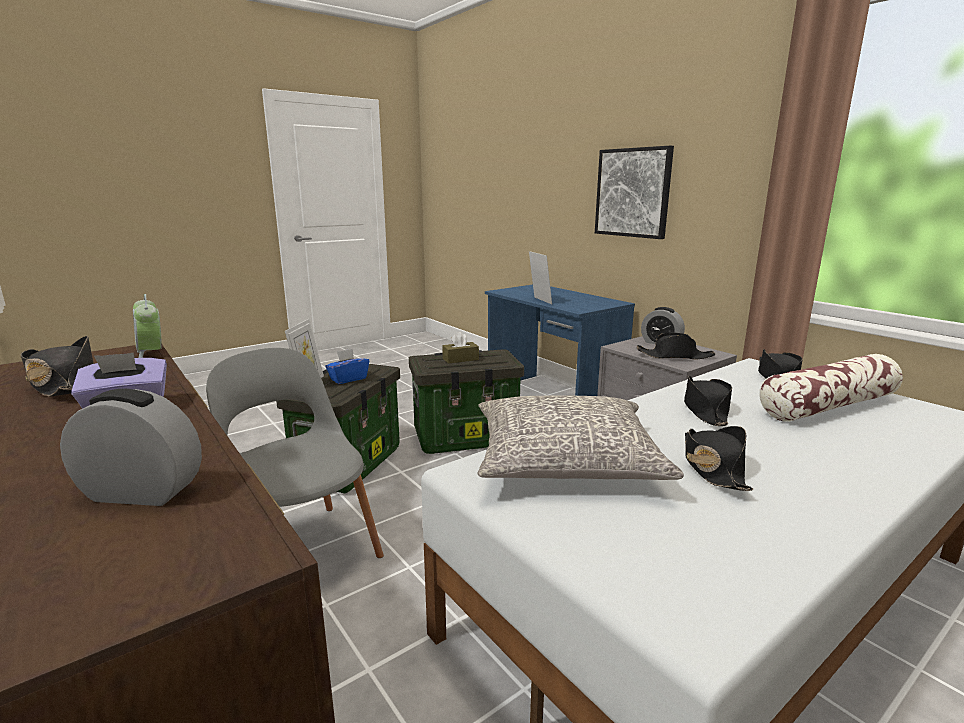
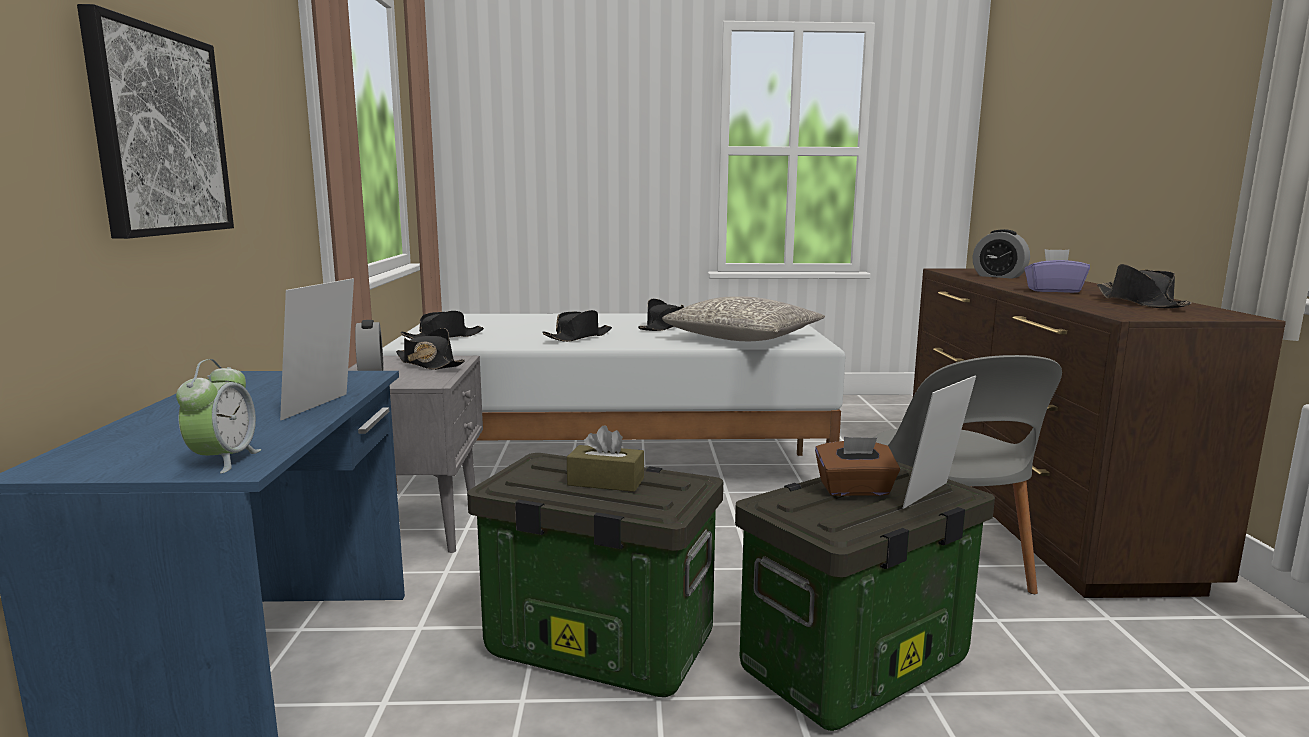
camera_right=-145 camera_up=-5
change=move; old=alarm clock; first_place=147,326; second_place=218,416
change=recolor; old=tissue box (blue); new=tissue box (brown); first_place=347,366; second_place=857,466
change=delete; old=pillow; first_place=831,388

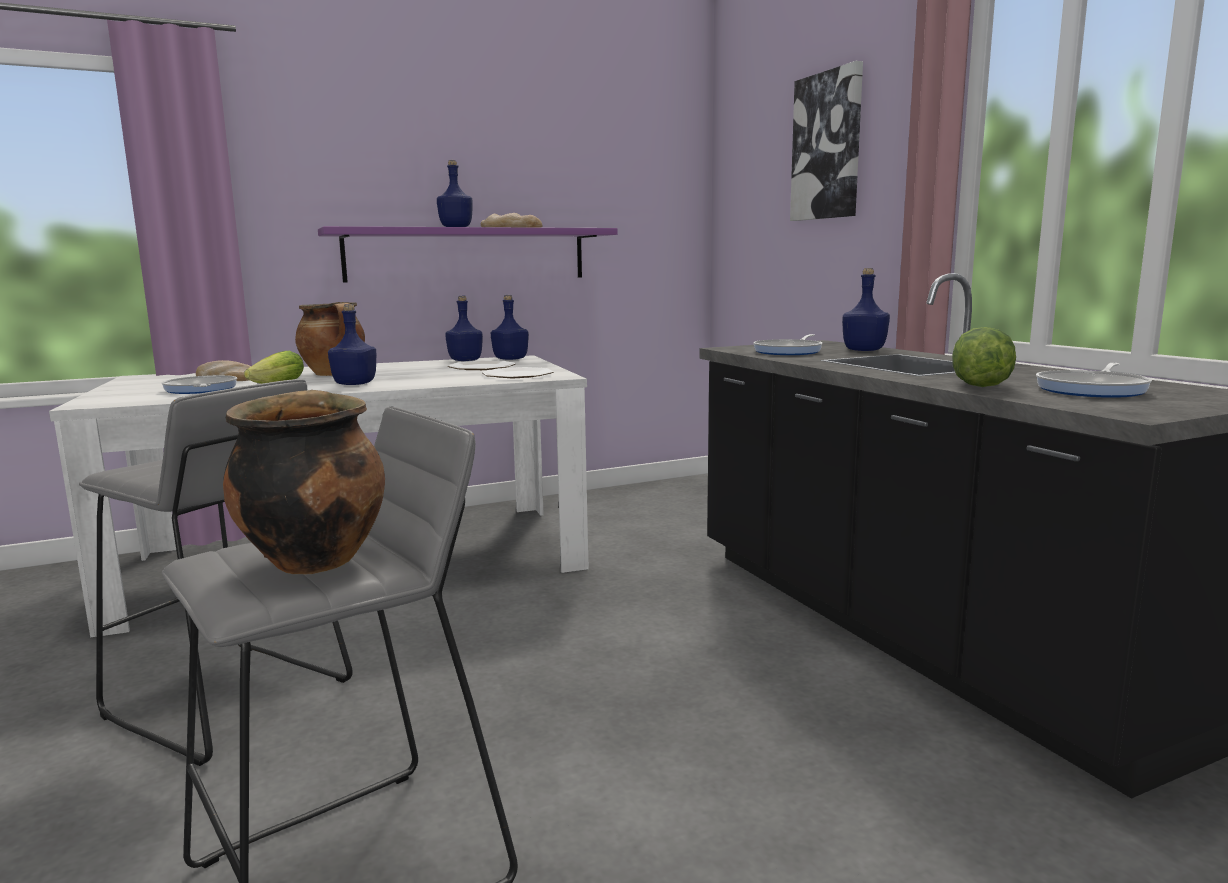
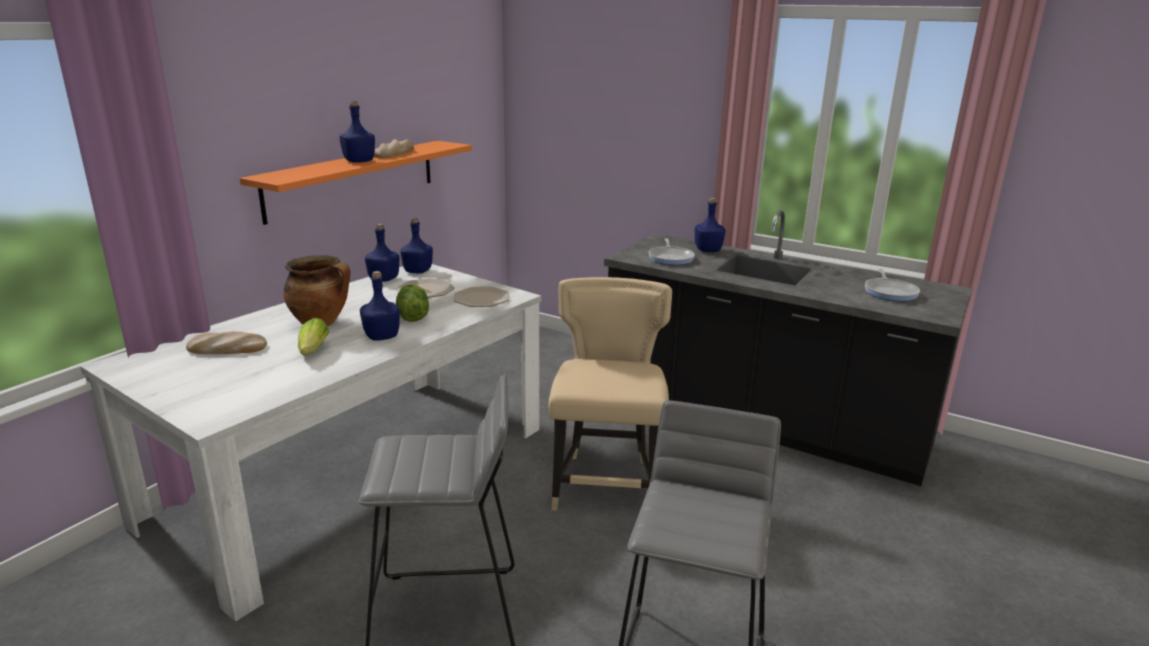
camera_right=-35 camera_up=10
change=delete; old=frying pan; first_place=199,384
change=delete; old=cooking pot; first_place=304,482
change=recolor; old=shelf (purple); new=shelf (orange); first_place=468,254; second_place=356,183
change=delete; old=picture; first_place=826,141
change=move; old=lettuce; first_place=984,357; second_place=412,303
change=insert; new=chair (beige); second_place=610,394

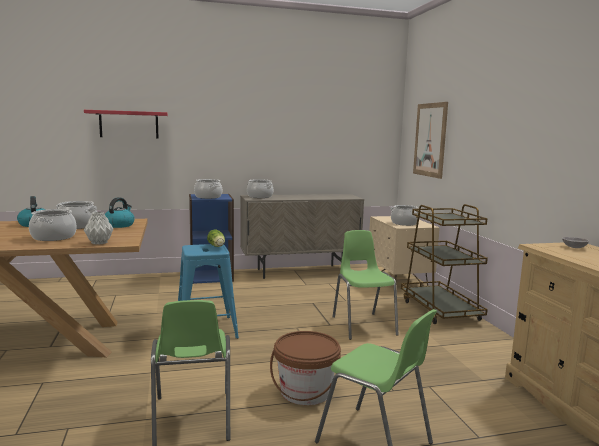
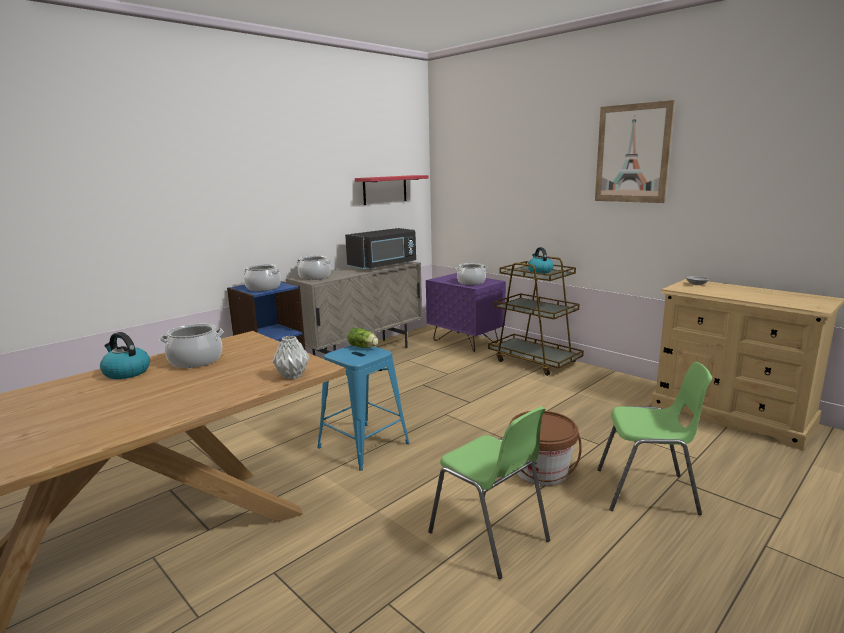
camera_right=-30 camera_up=5
change=delete; old=cooking pot; first_place=53,225
change=move; old=shelf (red); first_place=126,124; second_place=392,190
change=move; old=kettle; first_place=119,212; second_place=541,260
change=delete; old=chair (green); first_place=365,285
change=recolor; old=nightstand (beige); new=nightstand (purple); first_place=404,251; second_place=466,312
change=move; old=picture; first_place=430,140; second_place=635,151
change=insert; new=microwave (black); second_place=380,249

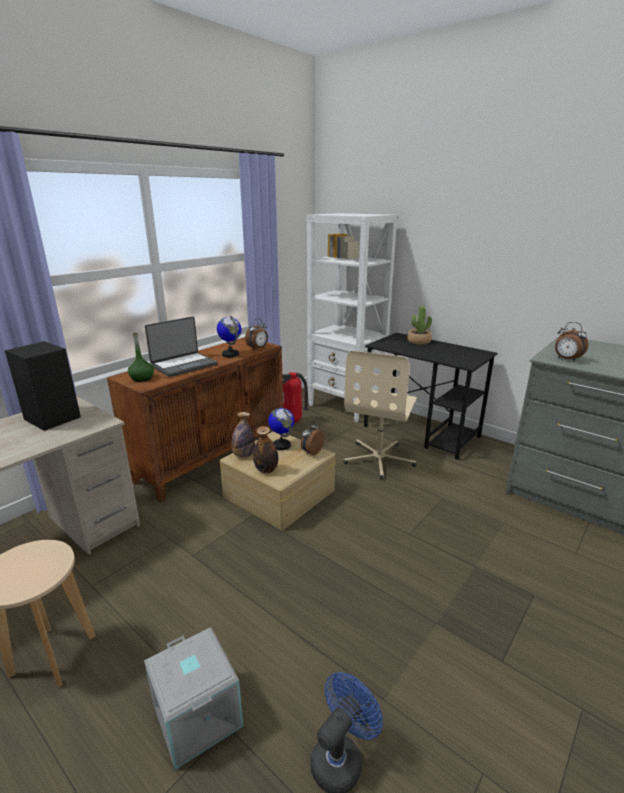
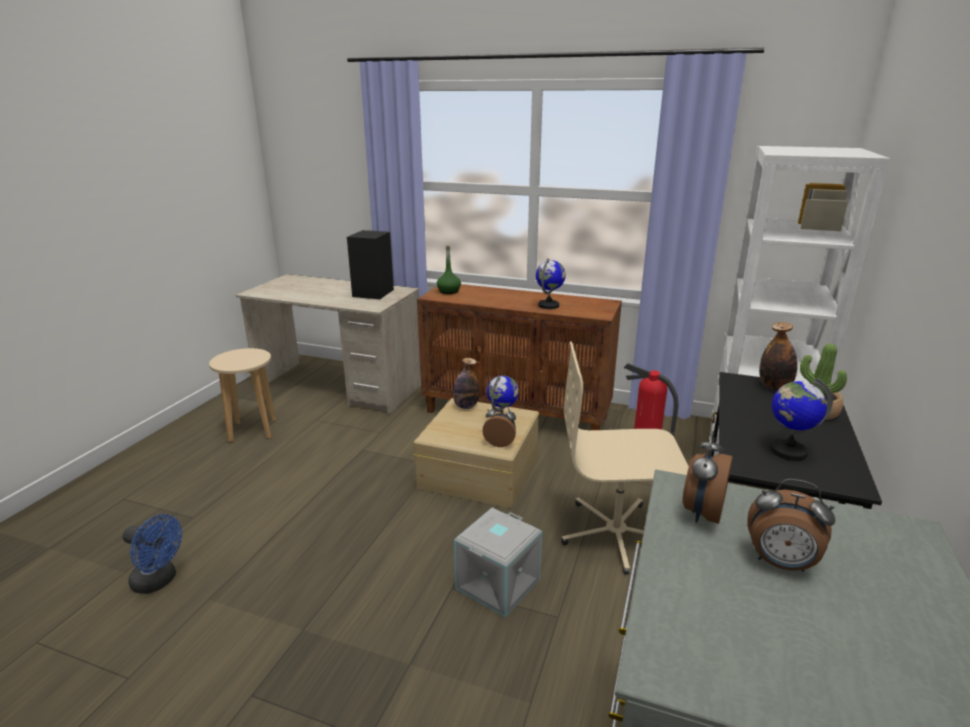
camera_right=70 camera_up=0
change=move; old=storage box (grey); first_place=193,698; second_place=498,563
change=delete; old=laptop; first_place=181,346
change=move; old=alarm clock; first_place=256,334; second_place=791,525
change=move; old=bottle; first_place=265,449; second_place=778,356
change=insert; new=globe; second_place=801,419

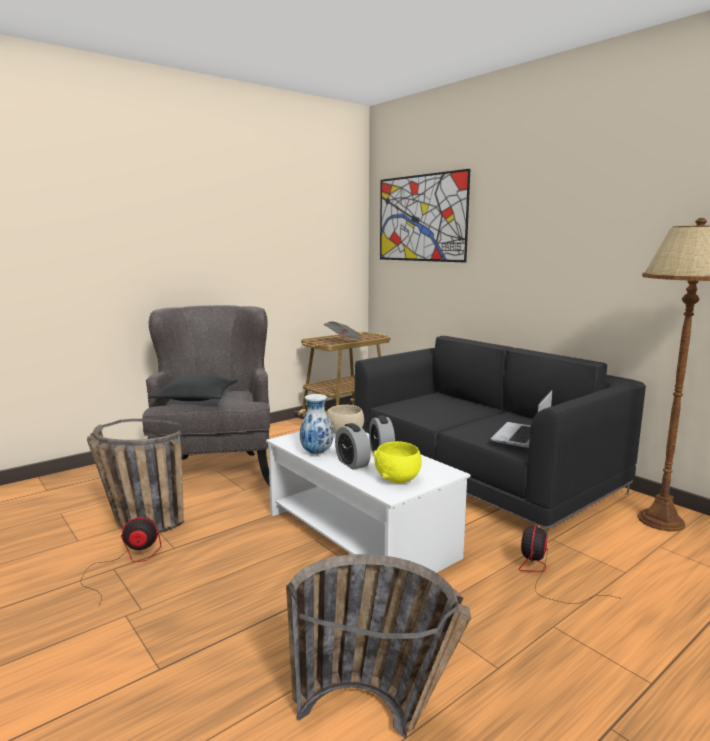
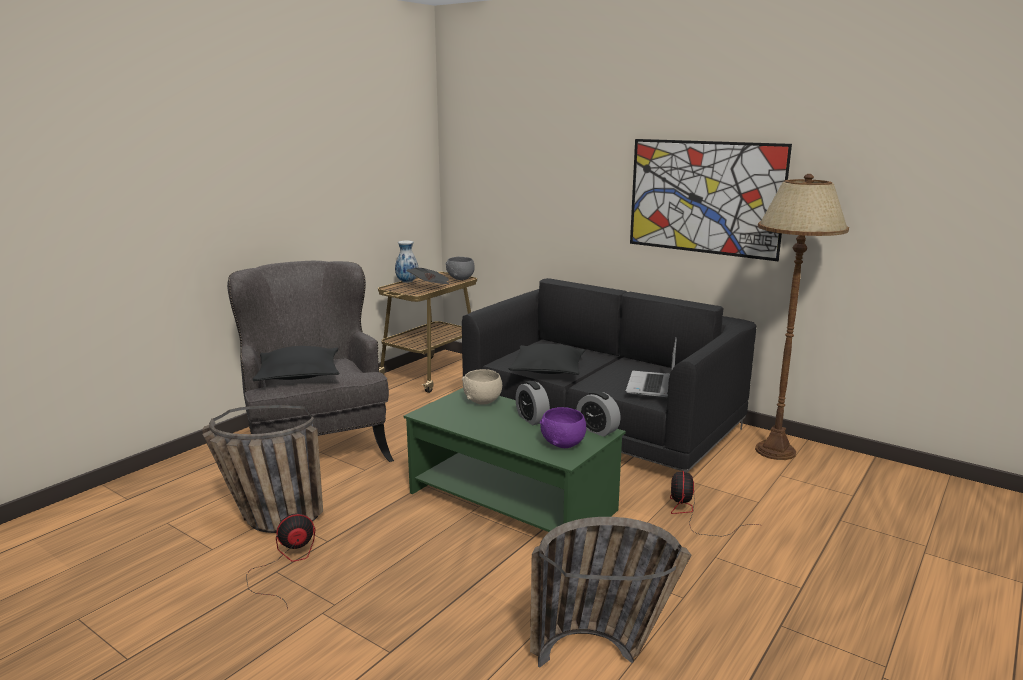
camera_right=-15 camera_up=5
change=recolor; old=coffee table (white); new=coffee table (green); first_place=368,502; second_place=515,460
change=move; old=vase; first_place=316,424; second_place=406,262
change=move; old=alarm clock; first_place=353,446; second_place=598,414
change=recolor; old=bowl (yellow); new=bowl (purple); first_place=397,462; second_place=563,427
change=move; old=picture; first_place=425,216; second_place=711,200
change=insert; new=bowl (grey); second_place=460,268
change=insert; new=pillow (black); second_place=546,359

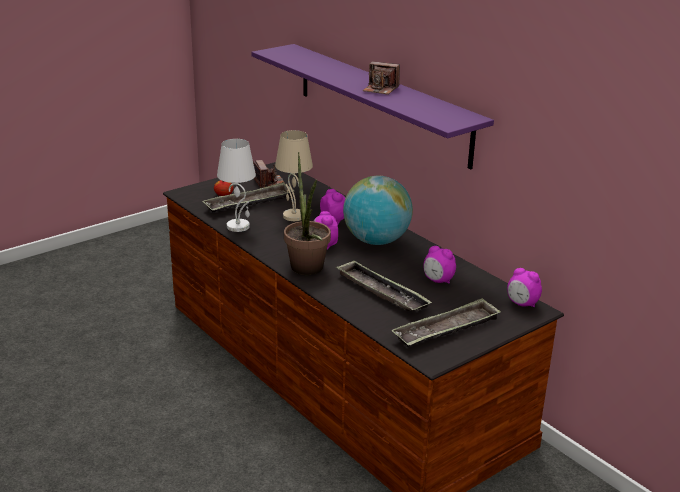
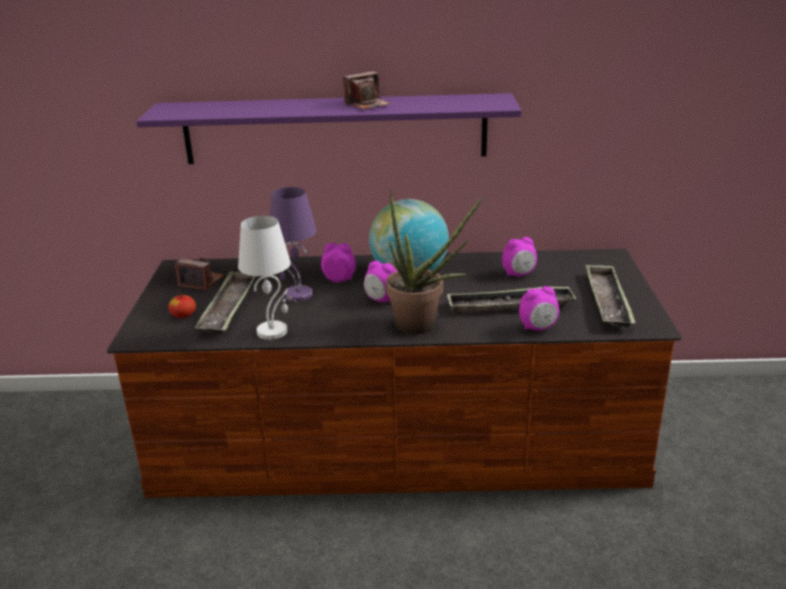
camera_right=-50 camera_up=0
change=recolor; old=table lamp (beige); new=table lamp (purple); first_place=294,175; second_place=293,244
change=move; old=alarm clock; first_place=524,287; second_place=539,308

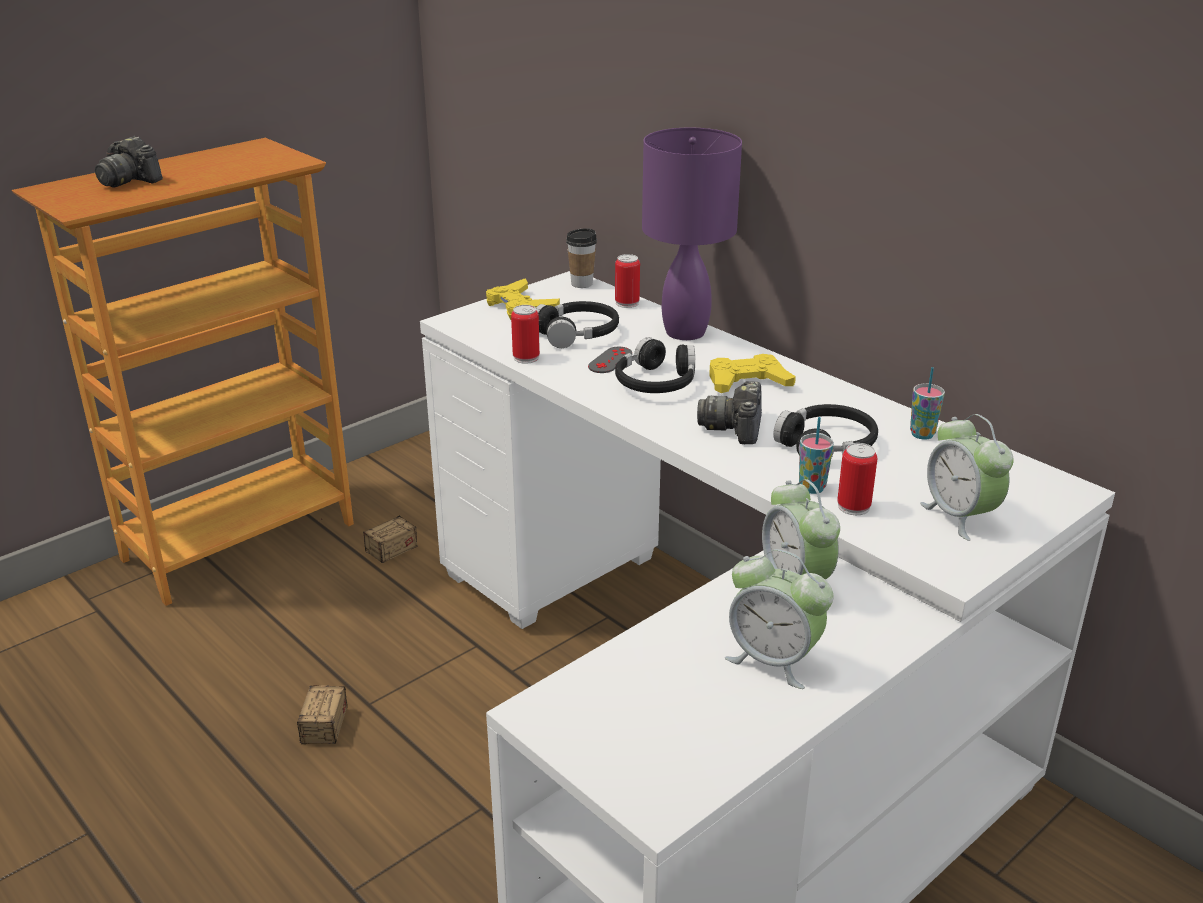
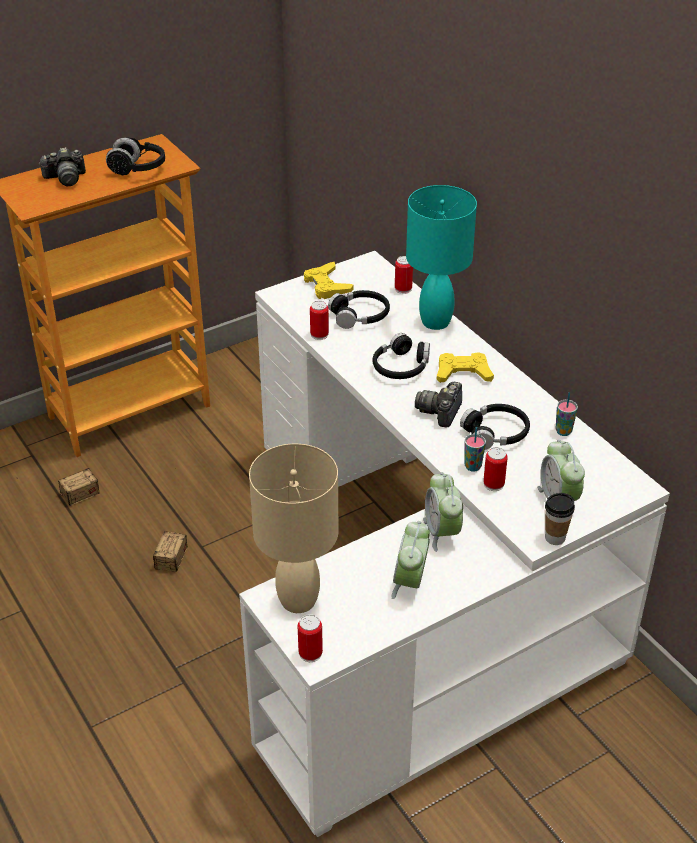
camera_right=10 camera_up=10
change=rotate; old=photo camera; first_place=129,162; second_place=62,166; degrees=-60
change=move; old=storage box; first_place=369,539; second_place=58,487
change=move; old=cup; first_place=581,258; second_place=560,519
change=delete; old=game controller (grey); first_place=610,360
change=recolor; old=table lamp (purple); new=table lamp (turquoise); first_place=692,234; second_place=441,257
change=rotate; old=alarm clock; first_place=779,619; second_place=411,560; degrees=60
change=insert; new=headphones (black); second_place=135,156
change=insert; new=table lamp (beige); second_place=293,528
change=insert; new=can; second_place=310,638

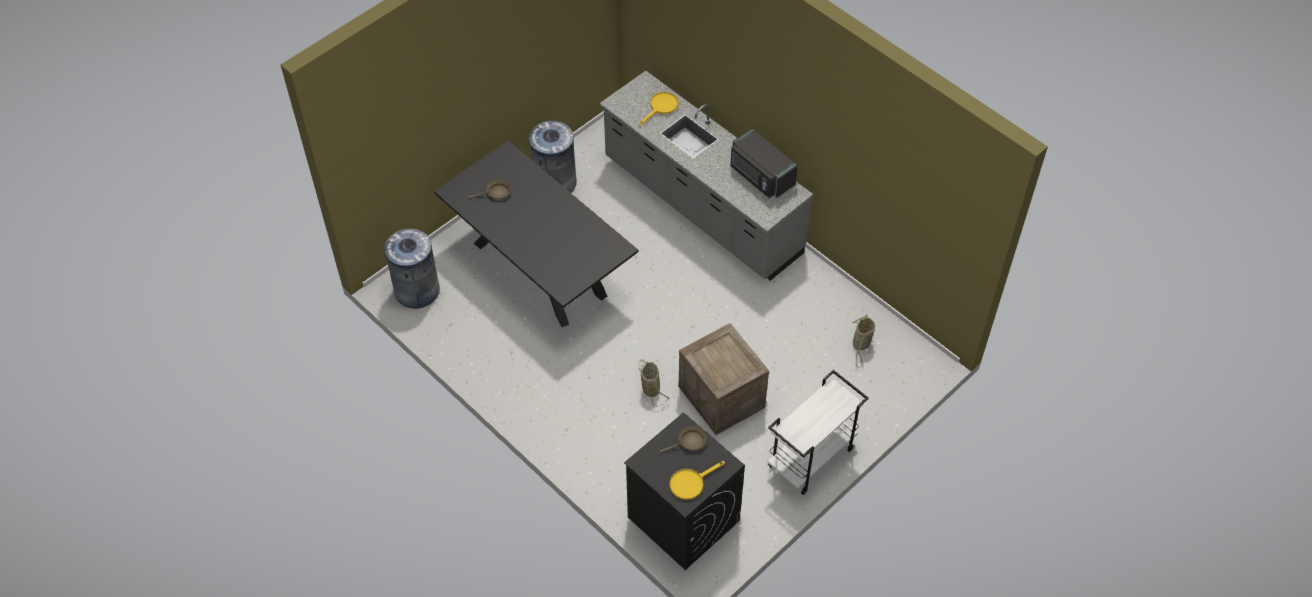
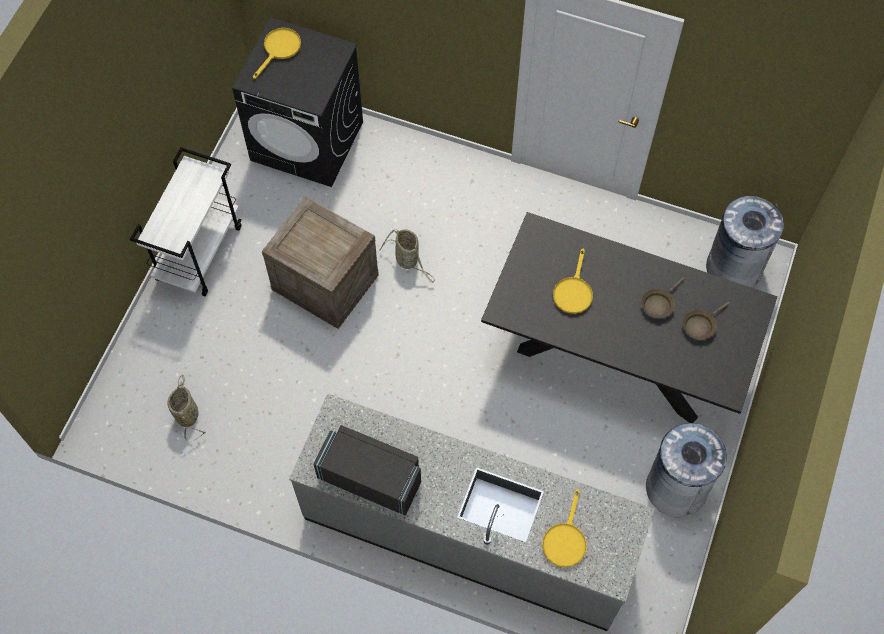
camera_right=155 camera_up=10
change=move; old=frying pan (brown); first_place=683,439; second_place=662,297
change=insert; new=frying pan (yellow); second_place=573,281

